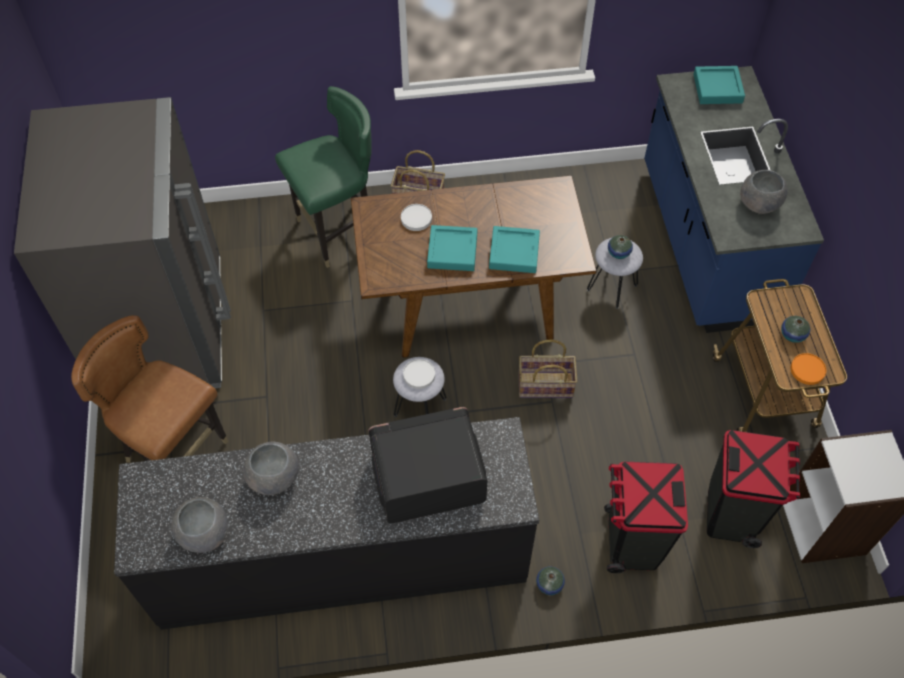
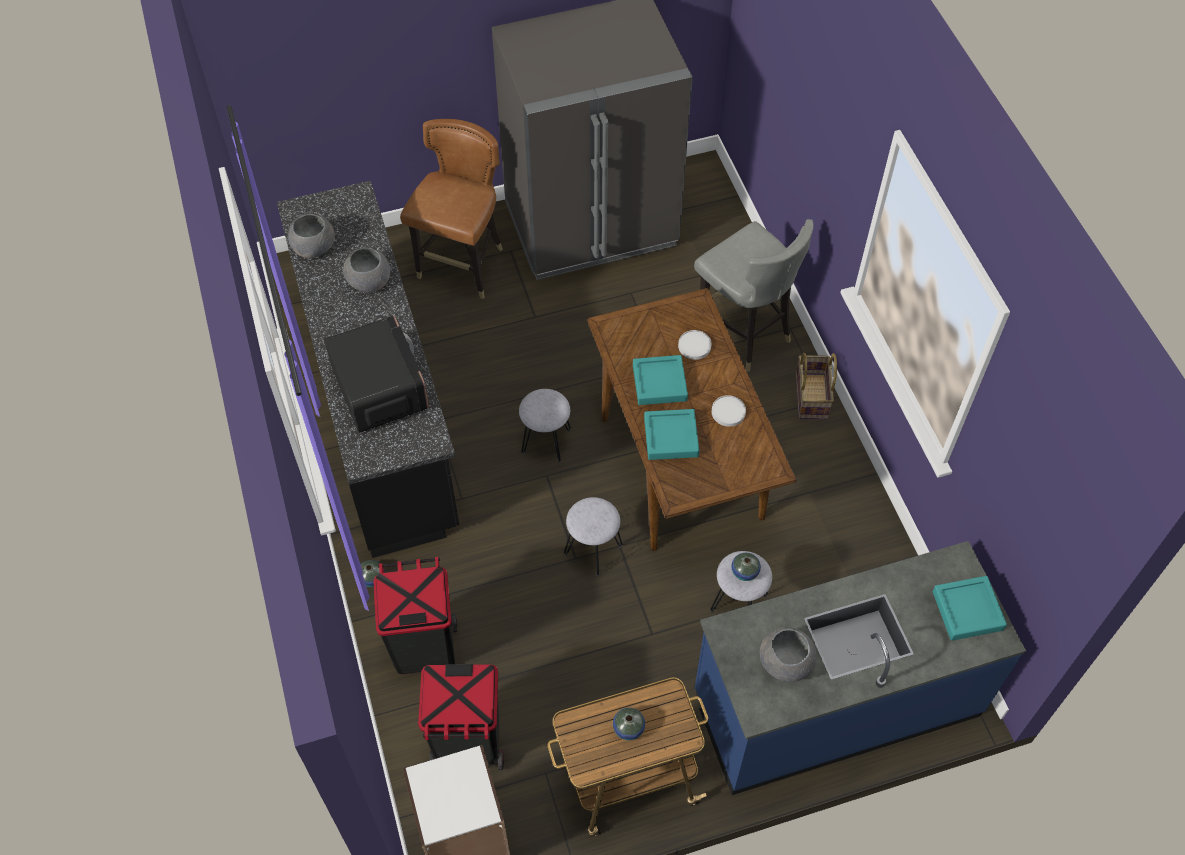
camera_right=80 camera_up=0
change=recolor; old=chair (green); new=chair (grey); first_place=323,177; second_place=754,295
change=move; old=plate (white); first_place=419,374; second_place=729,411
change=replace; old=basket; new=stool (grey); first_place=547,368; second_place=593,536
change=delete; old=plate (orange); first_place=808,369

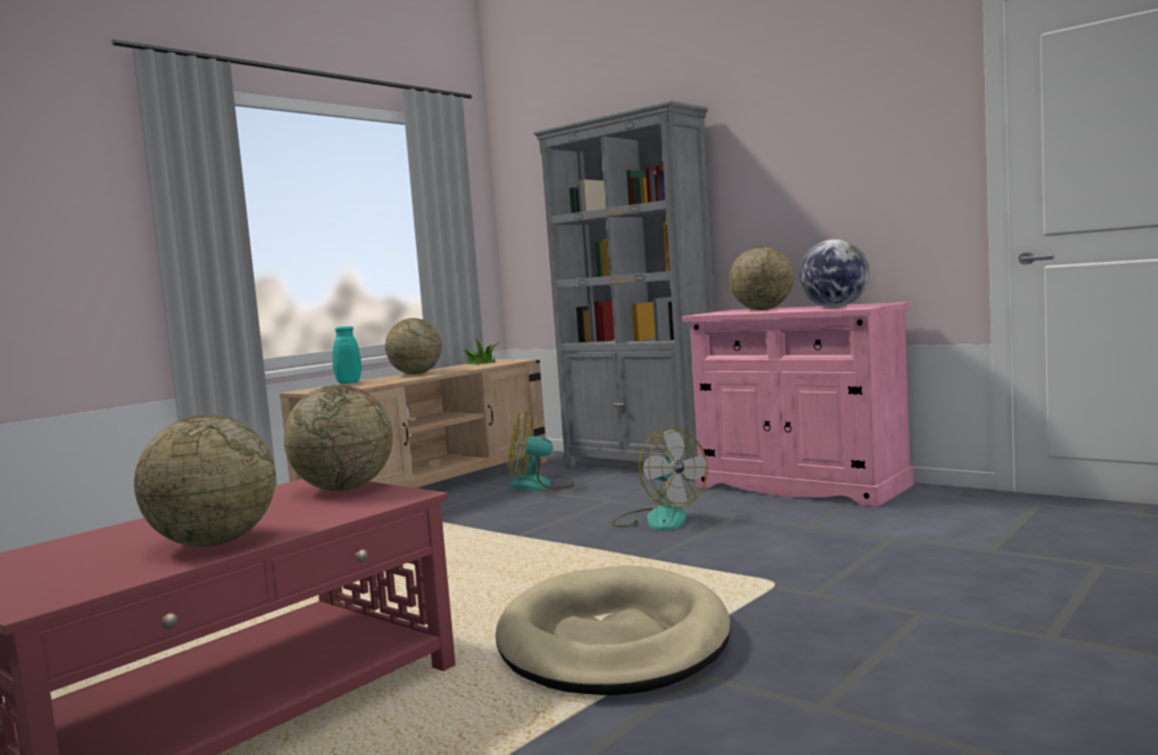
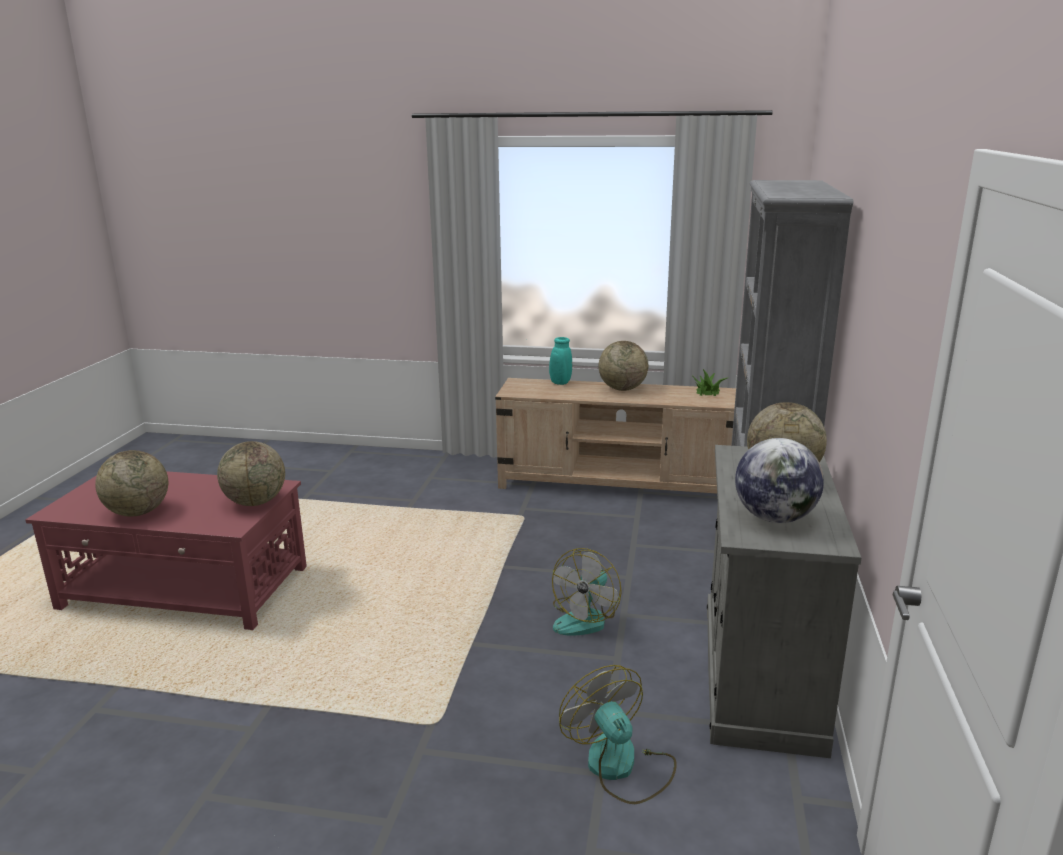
camera_right=60 camera_up=15
change=delete; old=dog bed (beige); first_place=612,630
change=move; old=fan; first_place=541,451; second_place=618,734
change=recolor; old=cabinet (pink); new=cabinet (grey); first_place=798,404; second_place=784,601

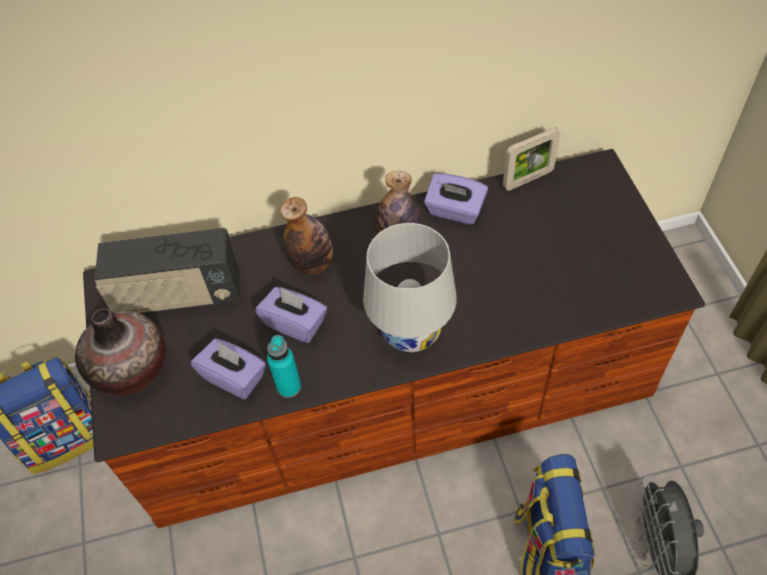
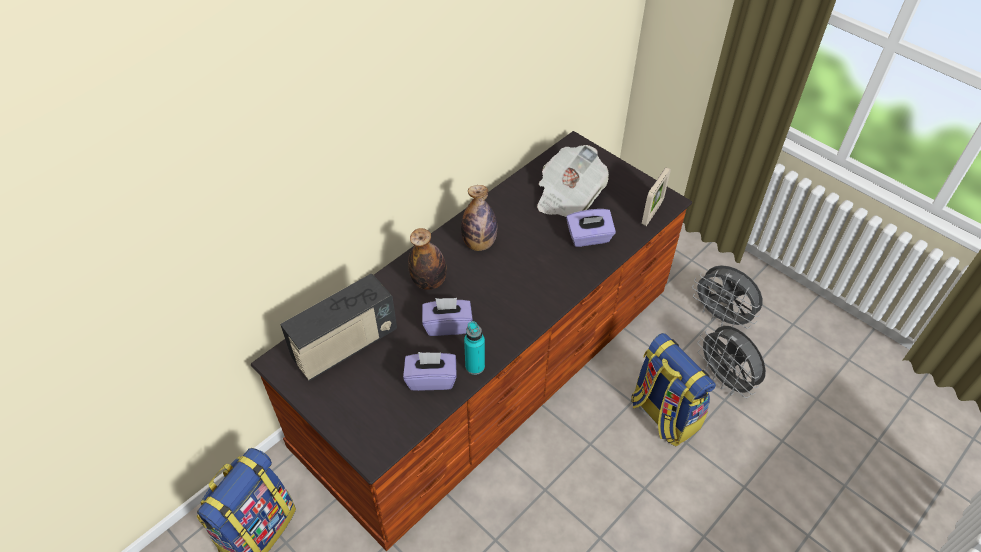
camera_right=-35 camera_up=-5
change=delete; old=vase; first_place=120,352
change=delete; old=table lamp (white); first_place=410,288
change=move; old=tissue box (purple); first_place=456,199; second_place=591,228
change=move; old=picture frame; first_place=531,159; second_place=656,196
change=insert; new=newspaper; second_place=573,181
change=insert; new=fan (grey); second_place=727,297

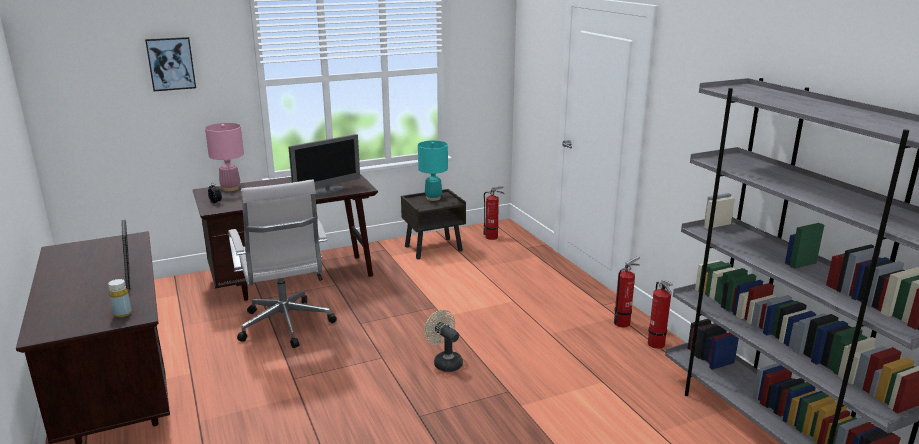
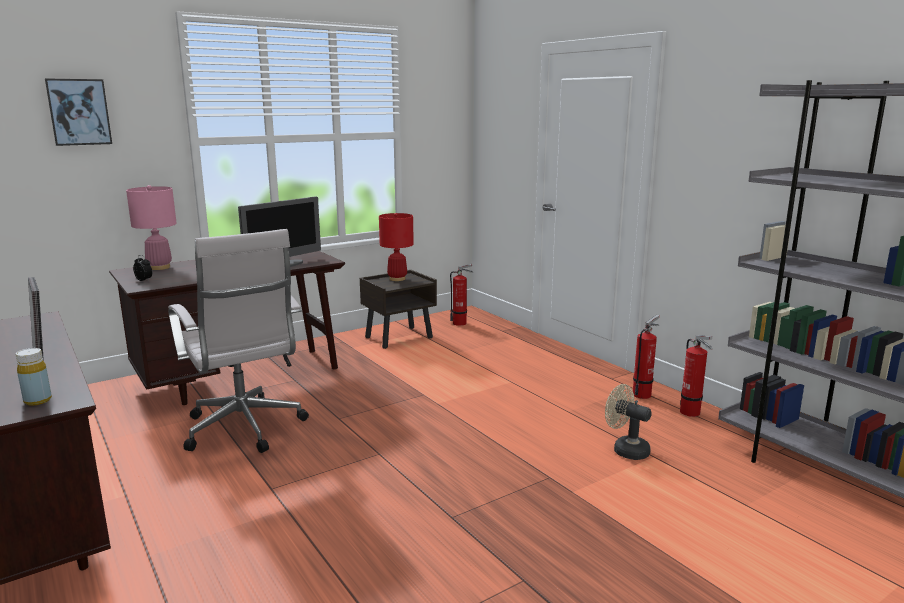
camera_right=-10 camera_up=-5
change=recolor; old=table lamp (turquoise); new=table lamp (red); first_place=433,171; second_place=396,247
change=move; old=fan (beige); first_place=443,341; second_place=628,422

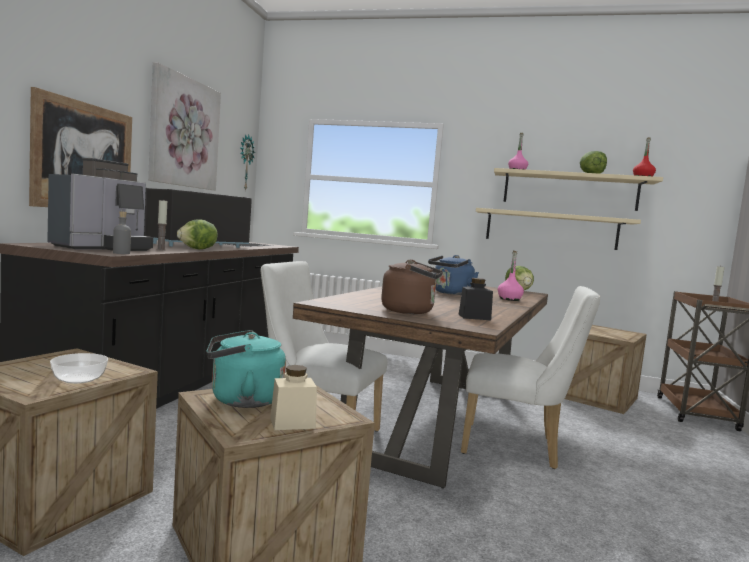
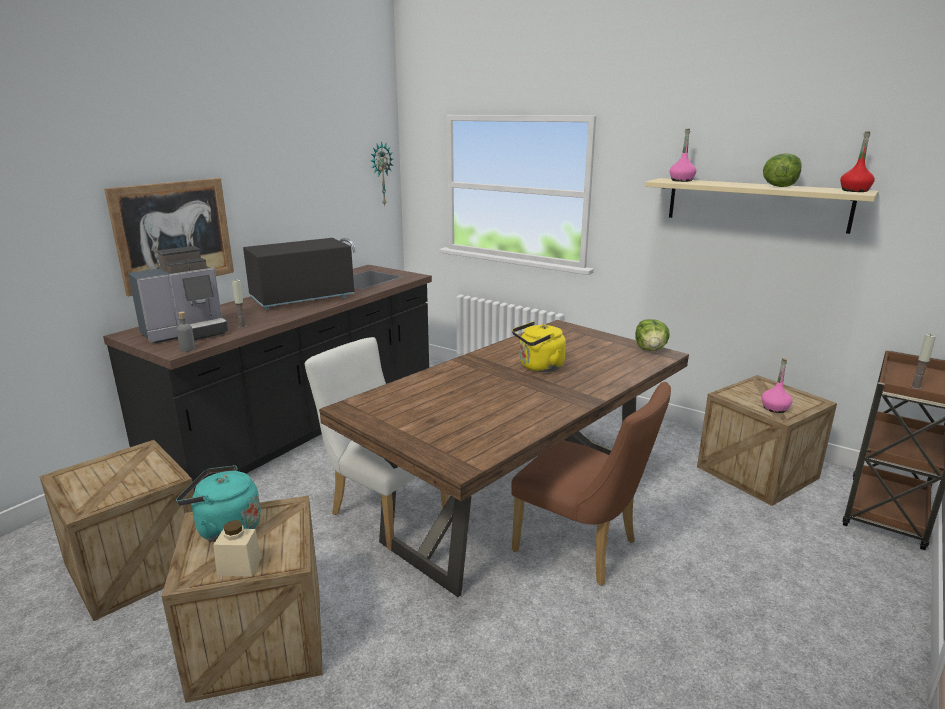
camera_right=20 camera_up=15
change=delete; old=bowl; first_place=79,368
change=delete; old=picture; first_place=184,126
change=delete; old=lettuce; first_place=197,234
change=delete; old=kettle (brown); first_place=412,286
change=recolor; old=kettle (blue); new=kettle (yellow); first_place=453,275; second_place=539,347
change=delete; old=jar (black); first_place=476,299
change=recolor; old=chair (white); new=chair (brown); first_place=530,377; second_place=591,484
change=delete; old=shelf (beige); first_place=558,229
change=move; old=bottle (pink); first_place=511,275; second_place=776,385

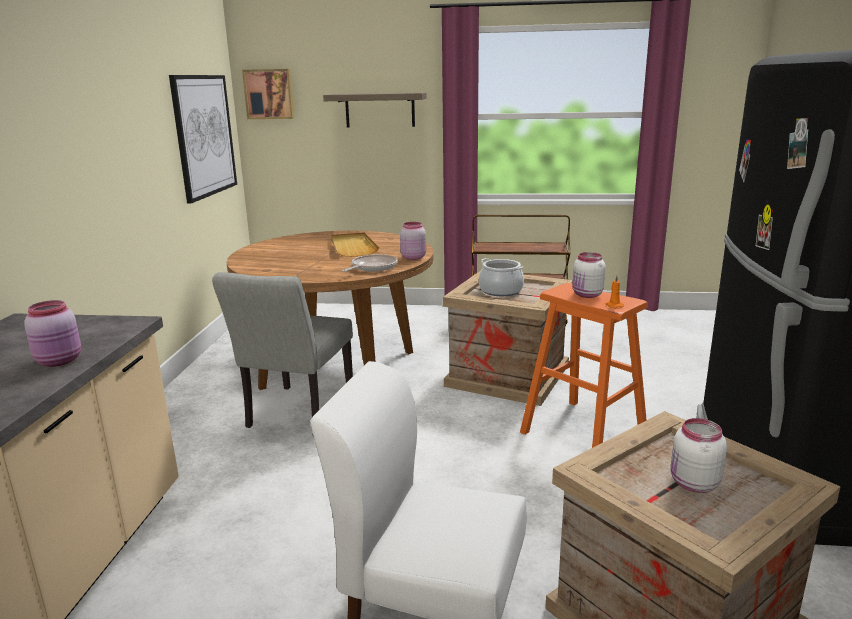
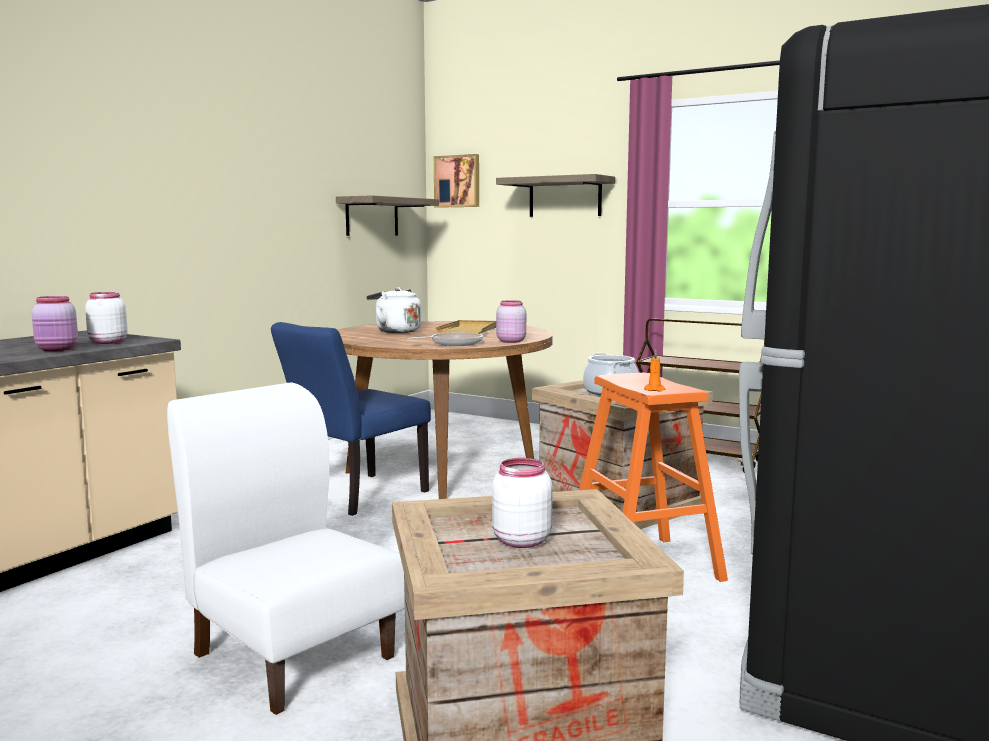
camera_right=25 camera_up=-10
change=replace; old=picture; new=shelf; first_place=203,139; second_place=387,215
change=recolor; old=chair (grey); new=chair (blue); first_place=282,353; second_place=351,419
change=move; old=jar (white); first_place=589,275; second_place=106,318
change=insert; new=kettle (white); second_place=393,310

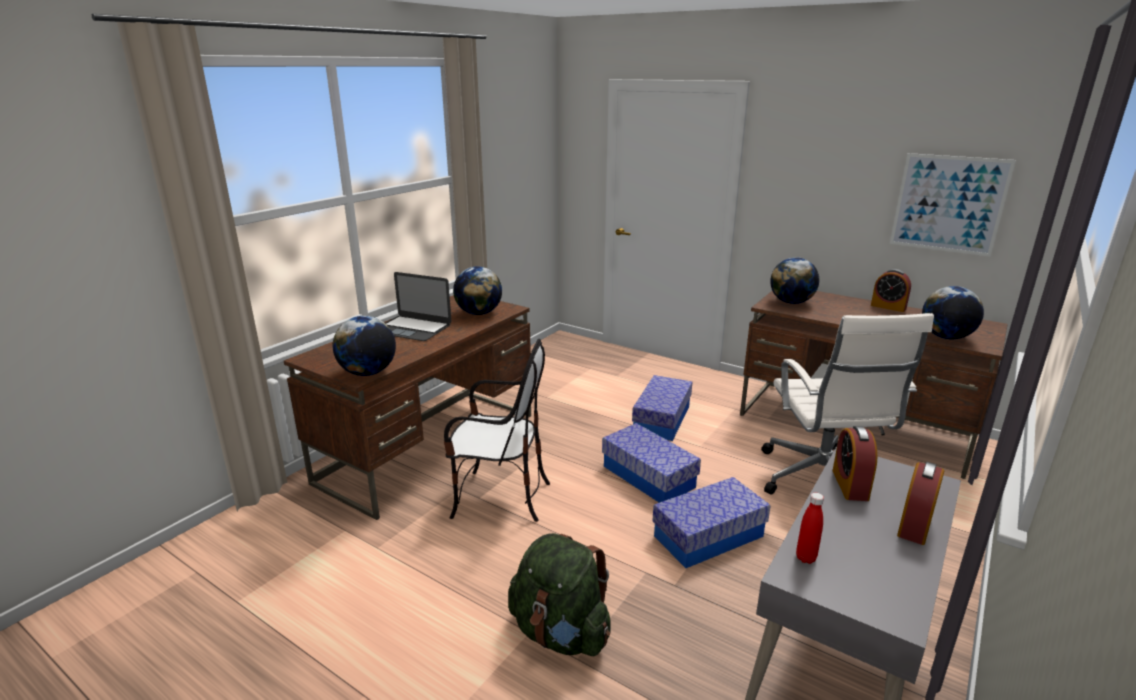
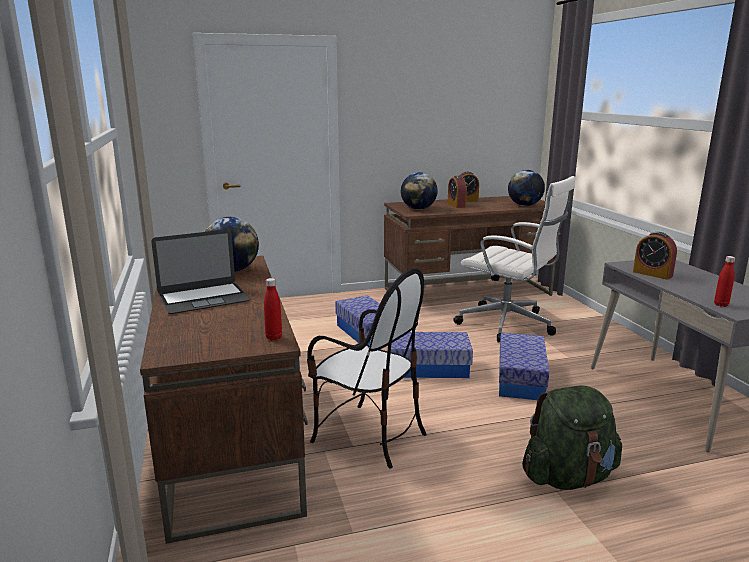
camera_right=-50 camera_up=-5
change=replace; old=globe; new=bottle (red); first_place=364,346; second_place=273,309
change=rotate; old=chair; first_place=497,430; second_place=367,368; degrees=75
change=delete; old=picture; first_place=953,205
change=move; old=alarm clock; first_place=920,503; second_place=457,192

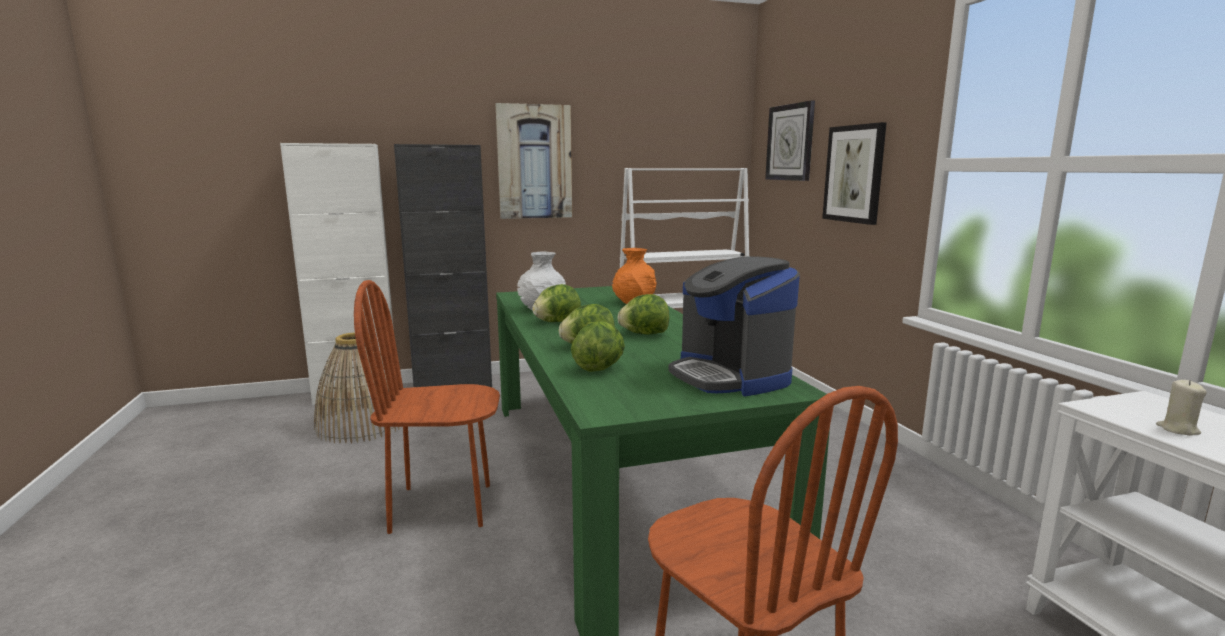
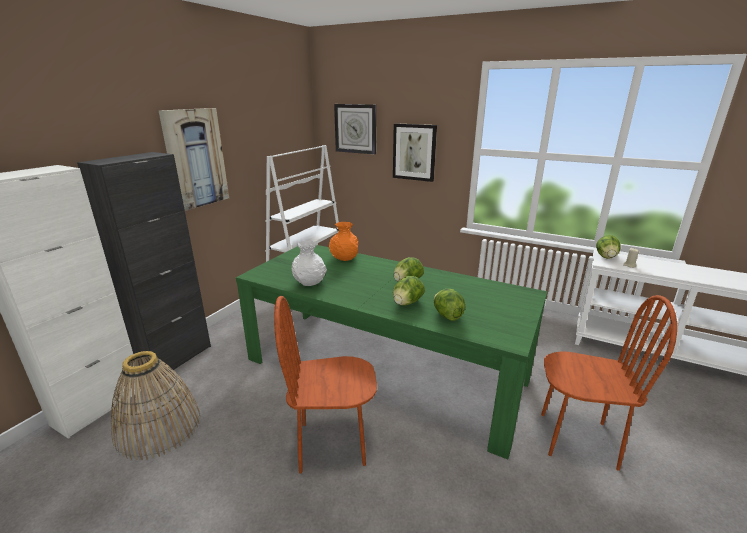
camera_right=-45 camera_up=10
change=rotate; old=chair (brown); first_place=427,407; second_place=325,385; degrees=45
change=move; old=lettuce; first_place=556,303; second_place=608,247
change=delete; old=coffee machine; first_place=734,326

